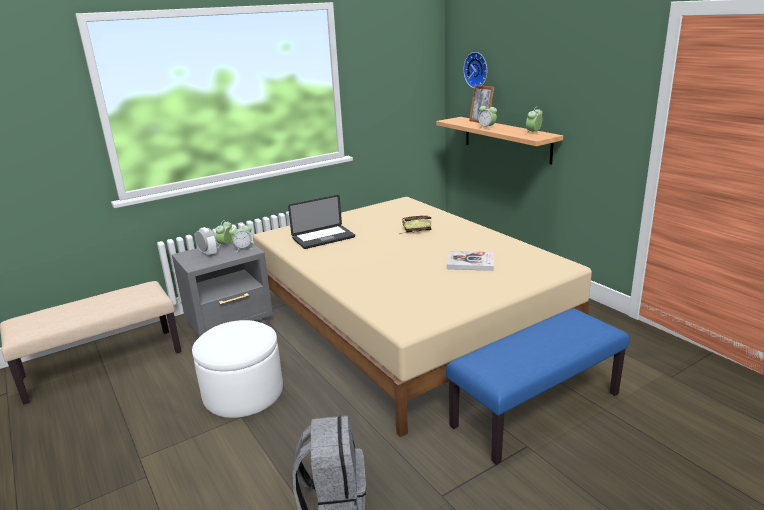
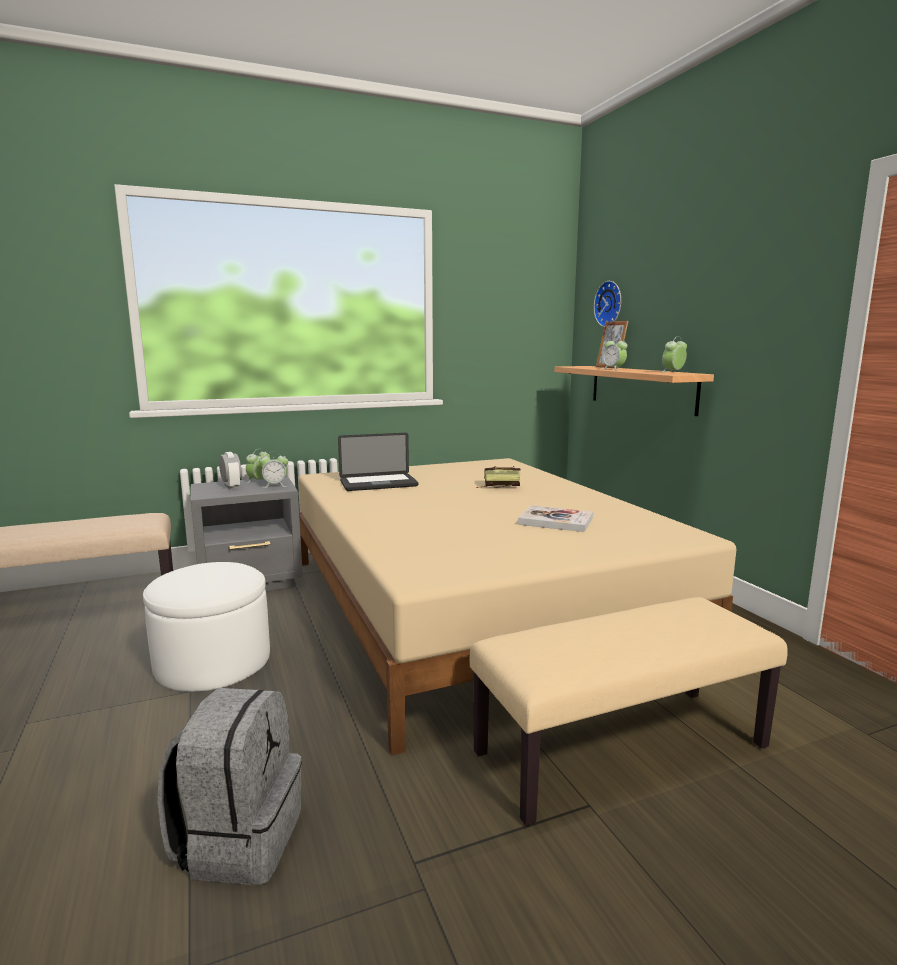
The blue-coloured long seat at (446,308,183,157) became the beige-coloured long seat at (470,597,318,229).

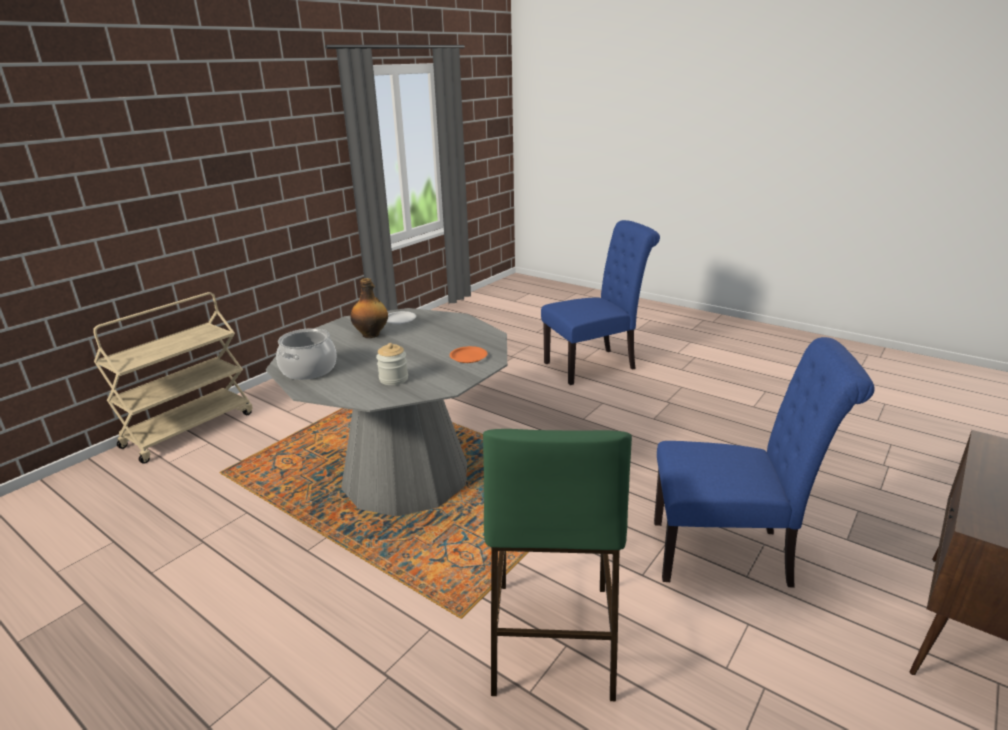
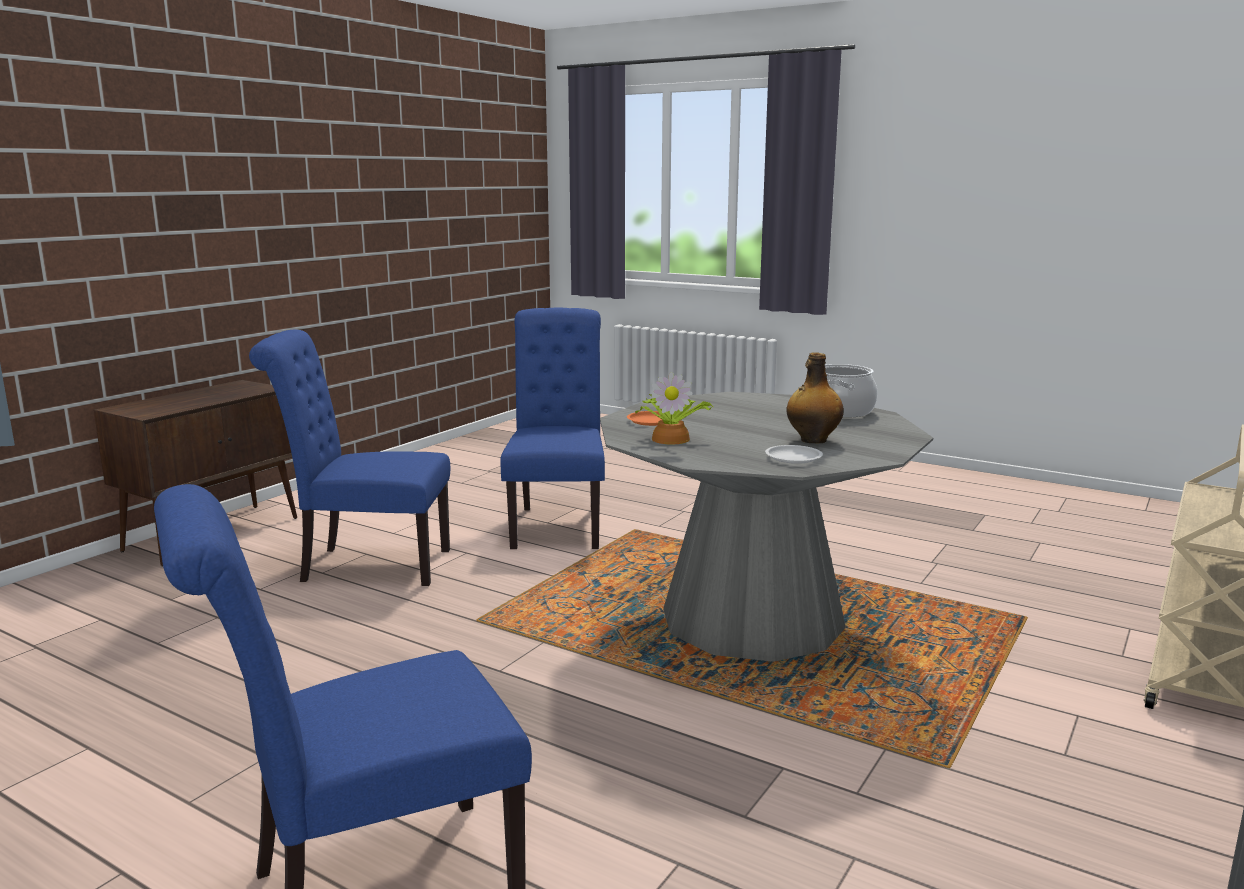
The jar at (376,343,32,42) disappeared. The green-coloured sitting stool at (483,429,149,272) was replaced by the blue-coloured chair at (500,308,105,241). The houseplant at (635,372,78,72) appeared.

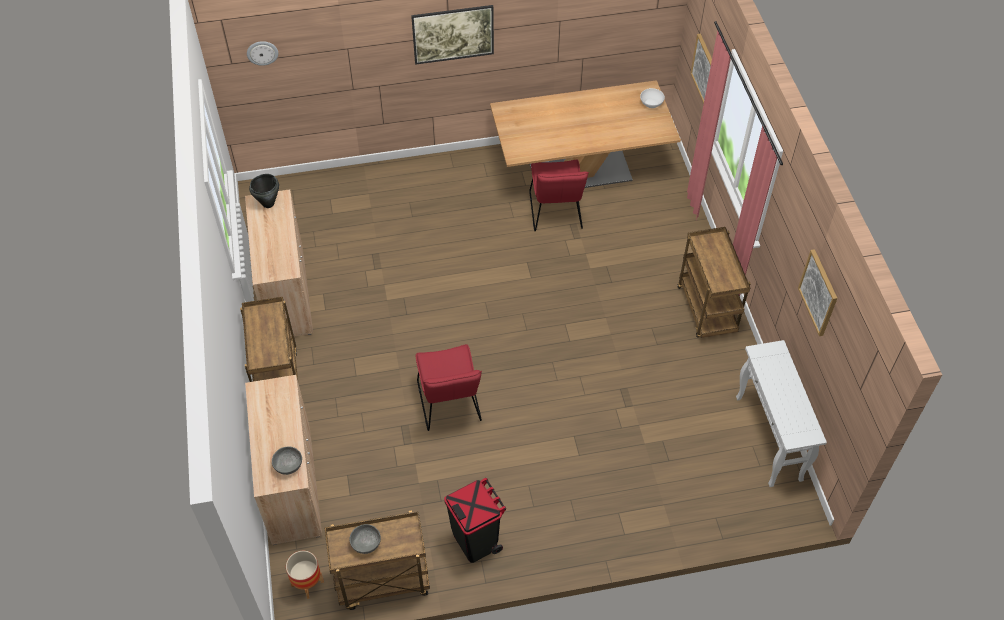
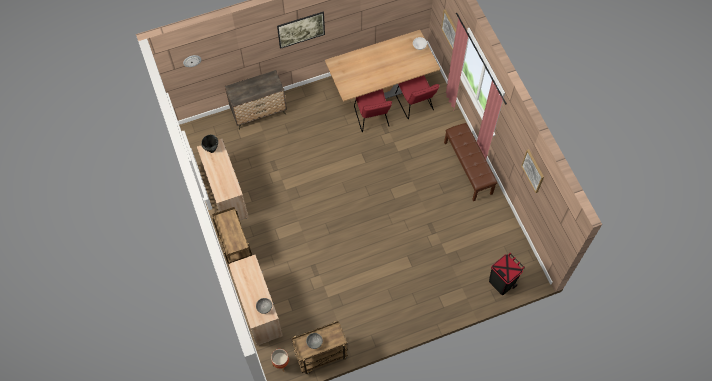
The brown trolley at (677,227,74,111) was replaced by the brown long seat at (444,123,53,78). The whitish hall table at (736,340,91,147) disappeared. The red-coloured chair moved from (416,344,66,87) to (395,75,44,44). The black-coloured trash can moved from (444,478,63,85) to (489,253,36,42). The chest of drawers at (225,70,62,60) appeared.

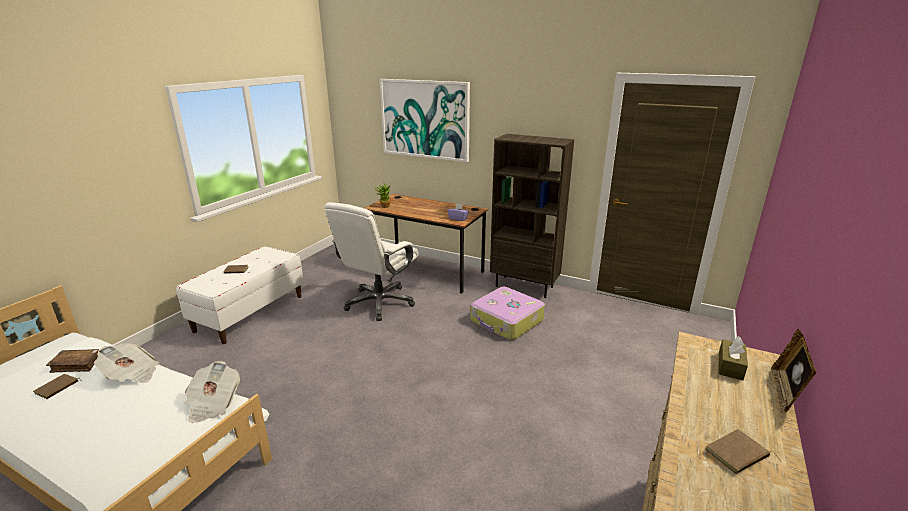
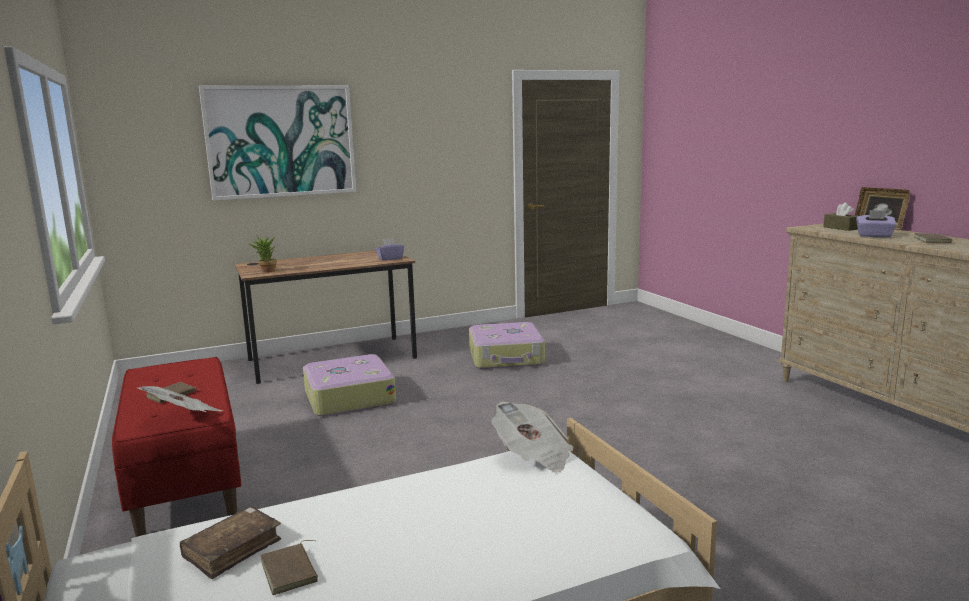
The brown bookcase at (490,134,84,164) disappeared. The whitish computer chair at (325,202,94,119) was replaced by the travel case at (303,354,93,62). The whitish long seat at (176,246,128,98) became the red-coloured long seat at (112,357,129,180). The daily paper moved from (94,343,65,40) to (138,386,86,26). The purple tissue box at (856,210,40,27) appeared.

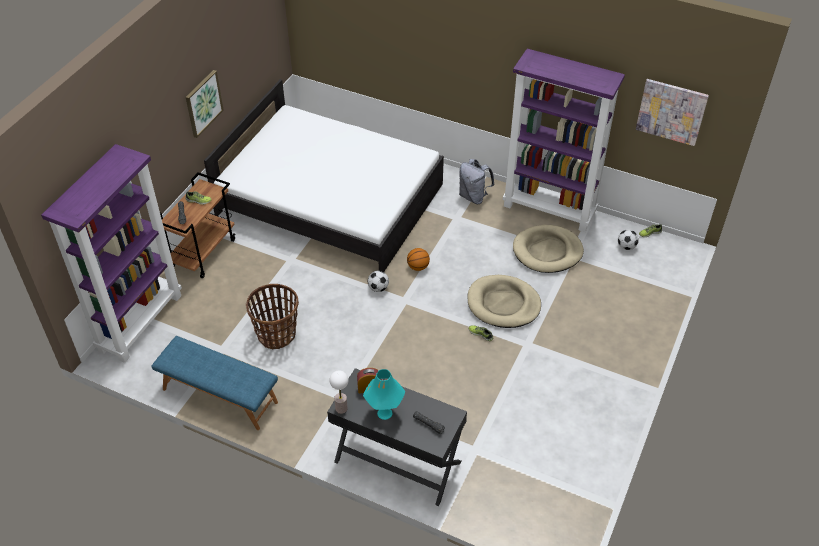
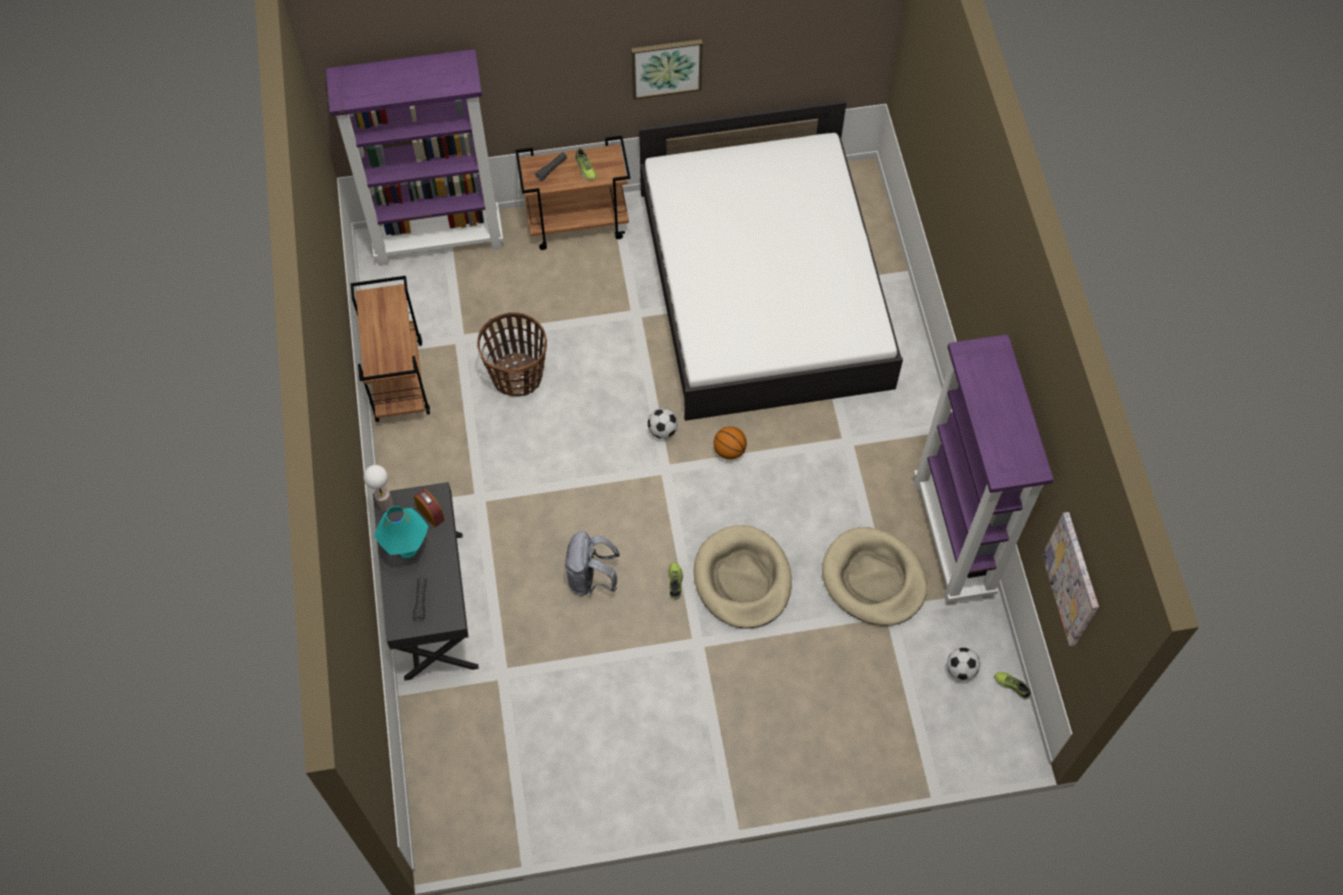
The gray backpack moved from (459,159,36,45) to (564,531,56,65). The blue-coloured long seat at (151,336,127,94) was replaced by the brown trolley at (350,276,80,146).

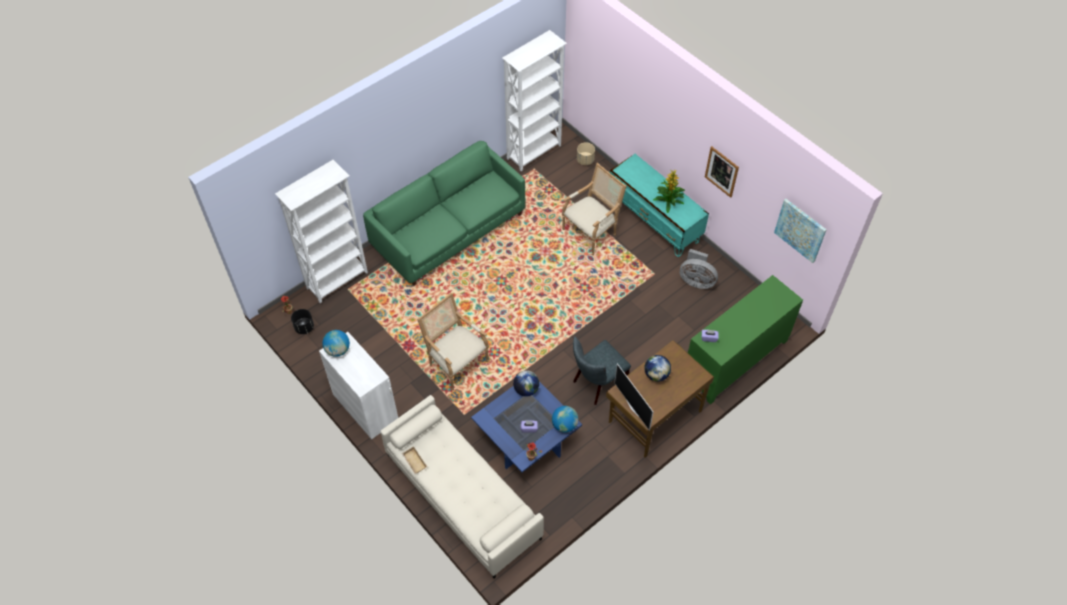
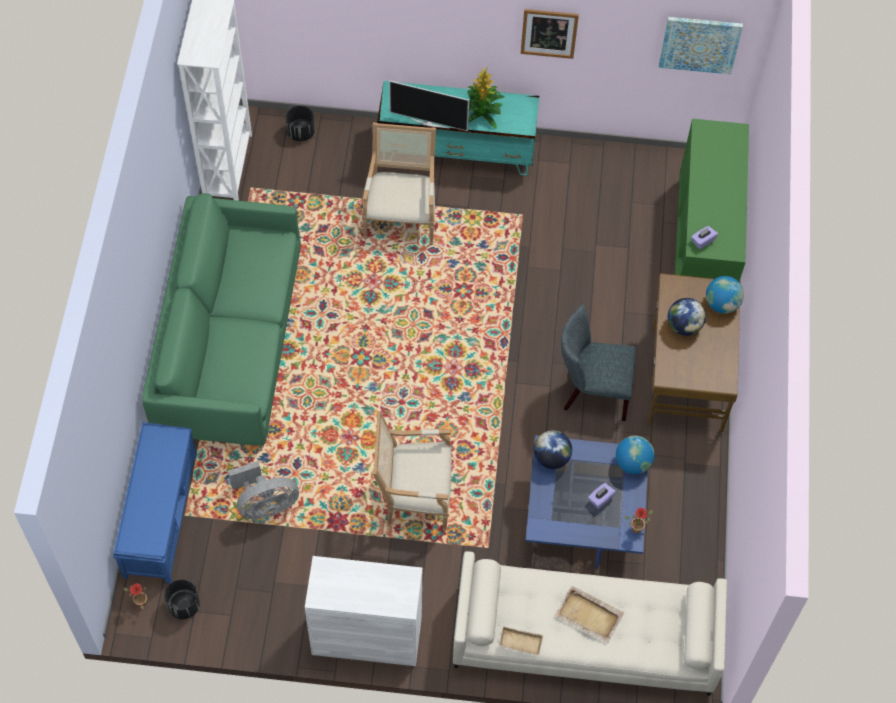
The beige-coloured plant pot at (577,142,18,23) became the black-coloured plant pot at (286,106,29,35). The whitish bookcase at (275,160,93,143) was replaced by the blue-coloured long seat at (113,422,84,161). The gray fan moved from (680,249,38,40) to (228,461,71,58). The world globe moved from (322,330,28,27) to (706,276,38,38). The gray chair at (573,337,58,68) turned 90 degrees clockwise. The television moved from (614,363,39,68) to (389,80,80,51). The beige-coloured carrying tray at (555,586,69,57) appeared.

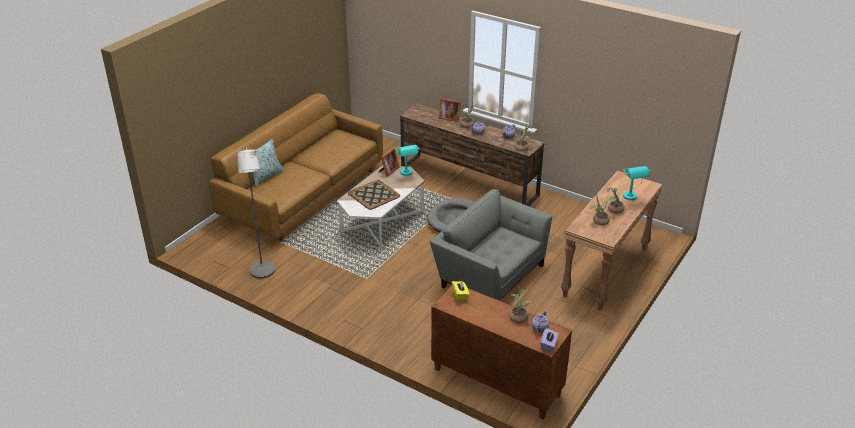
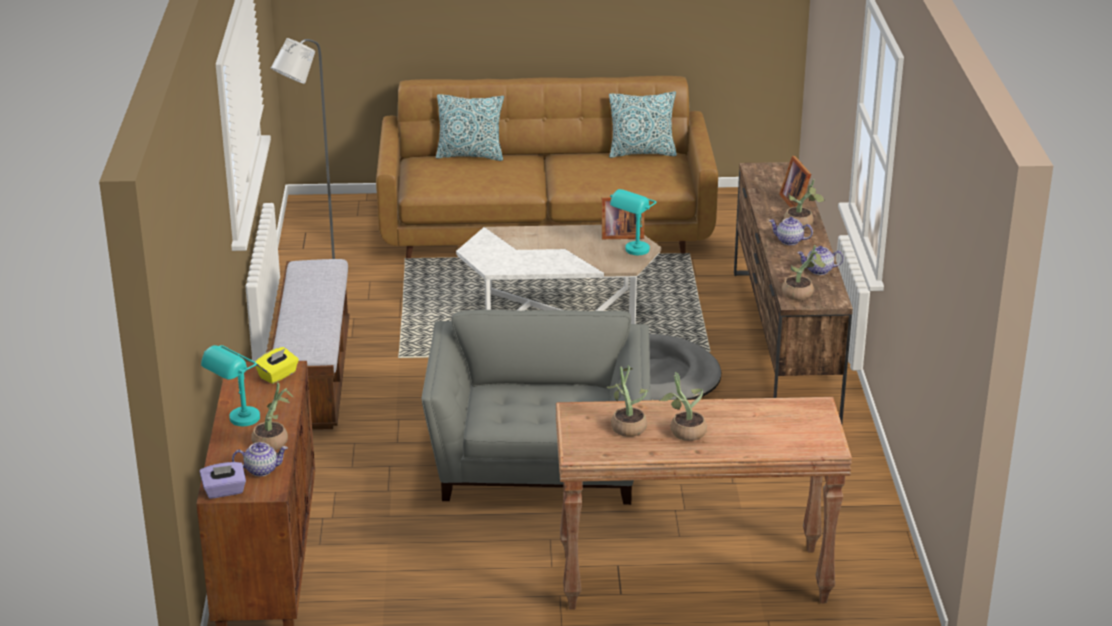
The turquoise-coloured lamp for a table moved from (623,166,28,34) to (201,345,59,81). The carrying tray at (348,180,52,30) disappeared. The pillow at (609,91,68,67) appeared. The long seat at (271,259,79,171) appeared.

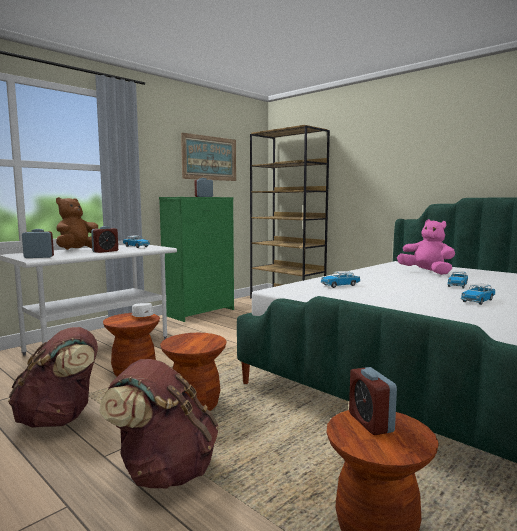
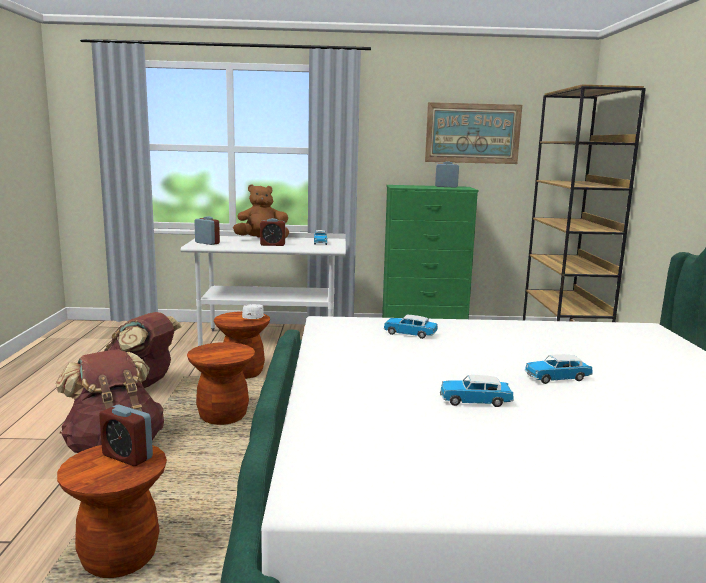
The pink plush toy at (397,219,58,56) disappeared. The table clock at (349,367,48,68) turned 90 degrees counterclockwise.

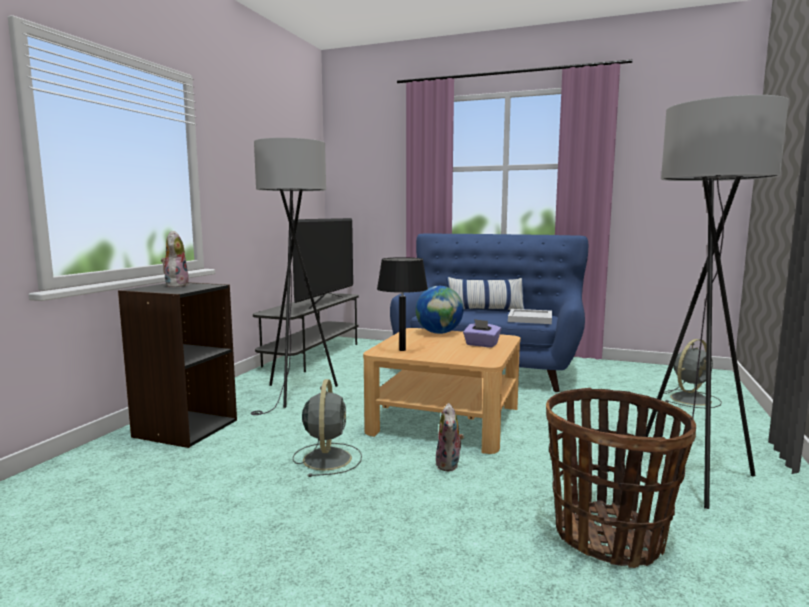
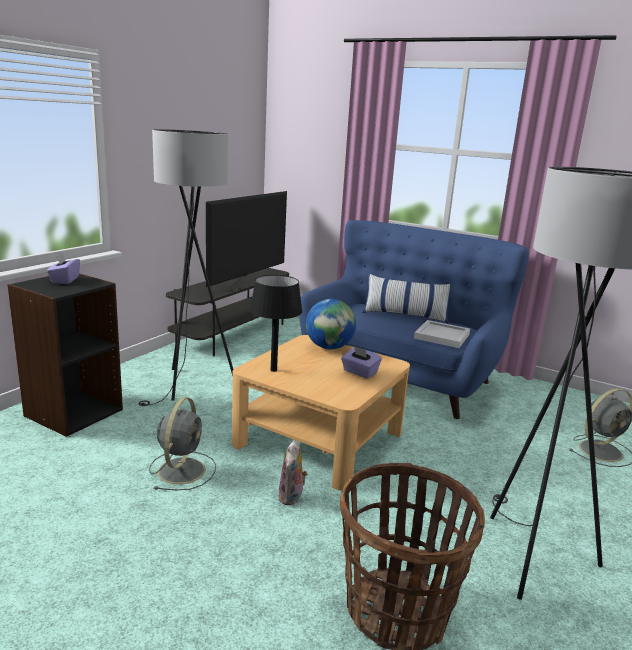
The plush toy at (161,231,28,56) was replaced by the purple tissue box at (47,253,33,31).

